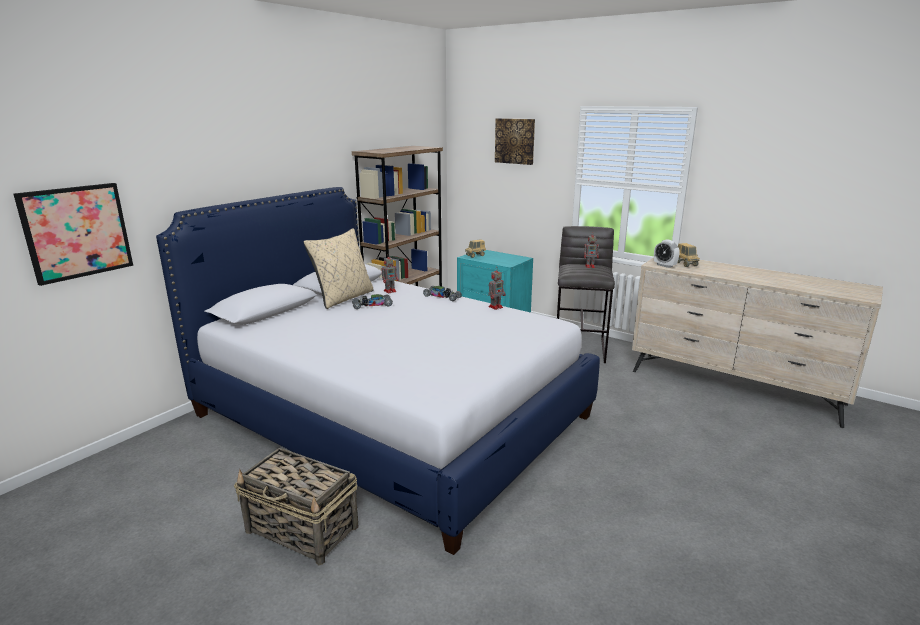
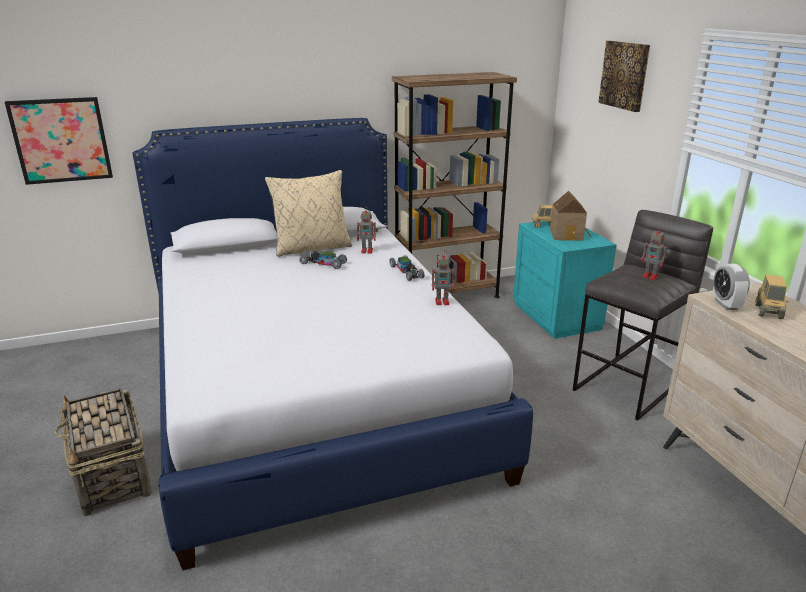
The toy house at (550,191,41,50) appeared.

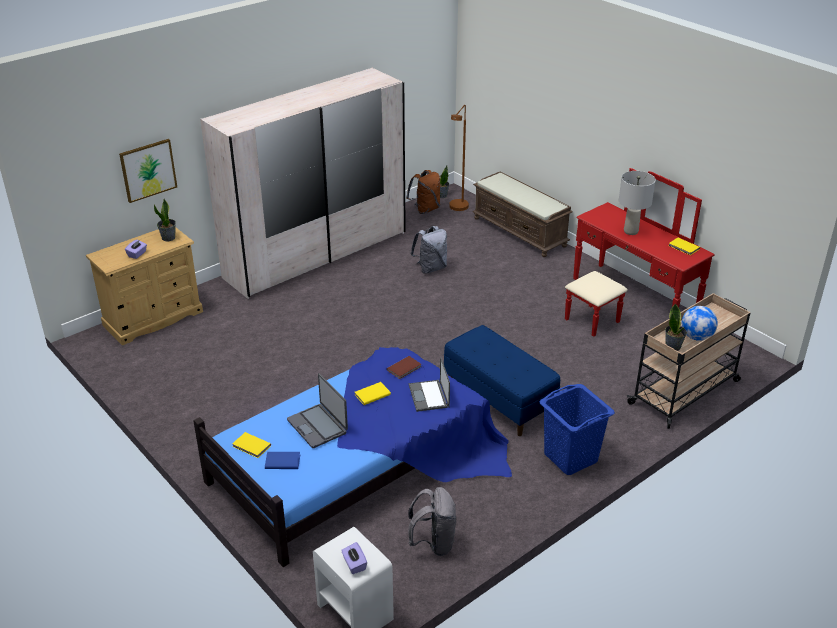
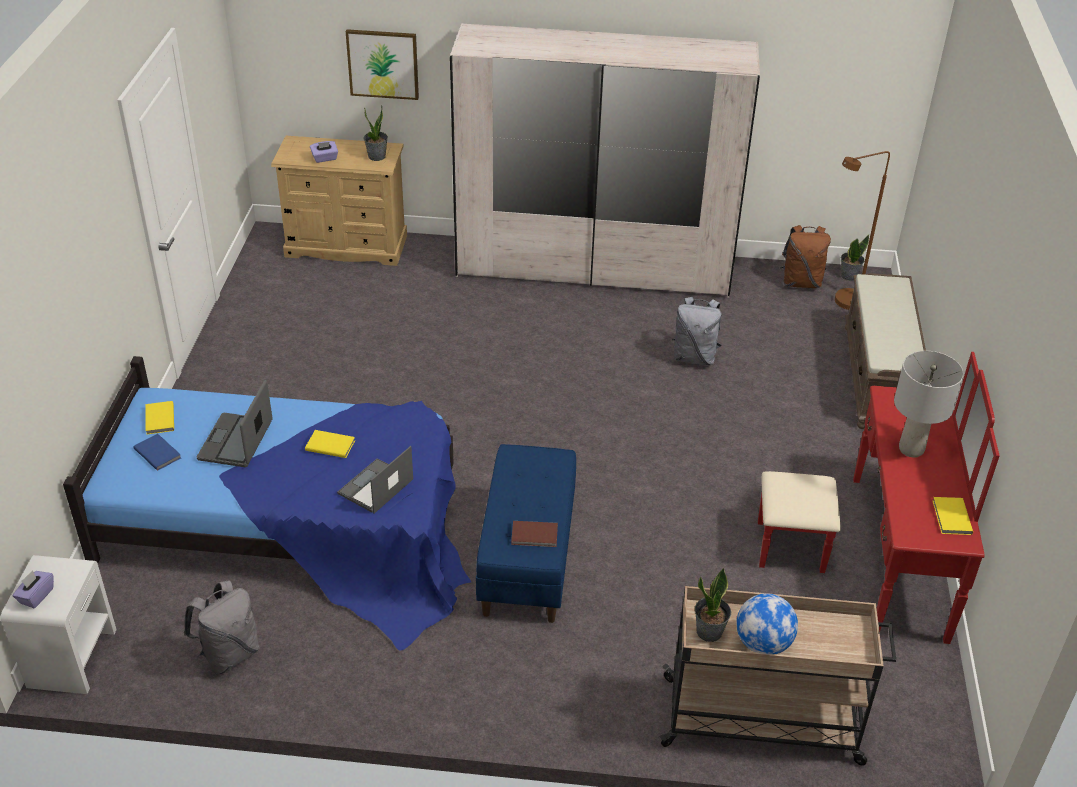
The brown bound book moved from (387,356,34,23) to (511,521,47,26). The blue-coloured laundry basket at (539,384,76,91) disappeared.

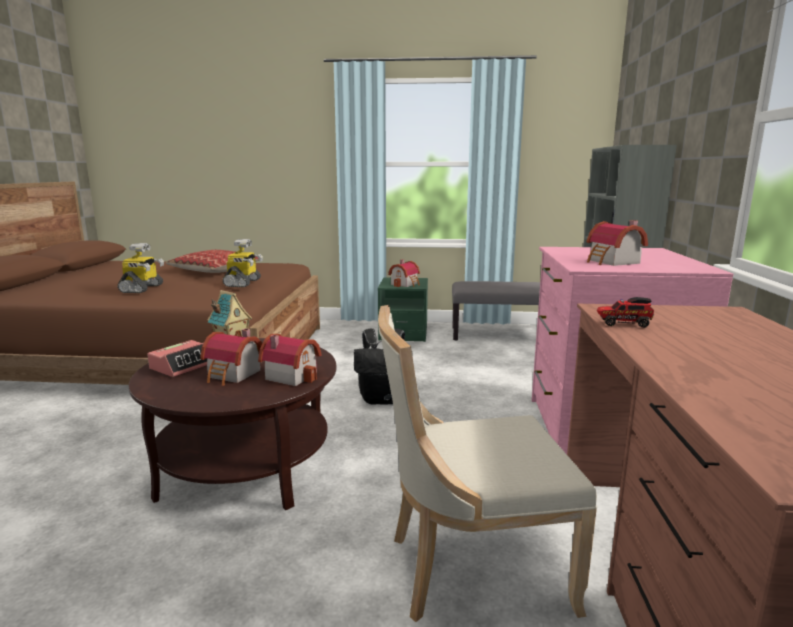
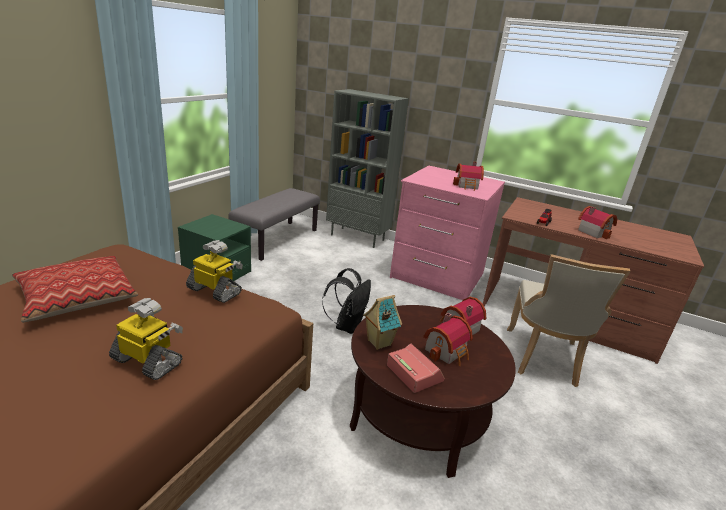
The toy house moved from (388,259,32,28) to (578,206,39,33).

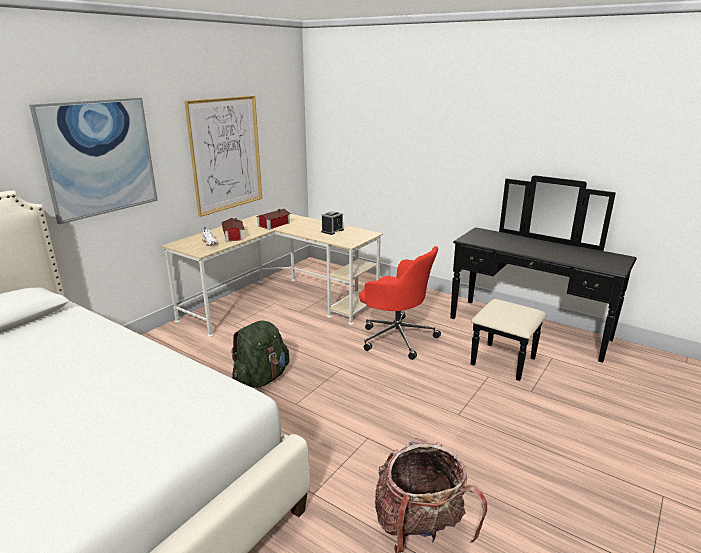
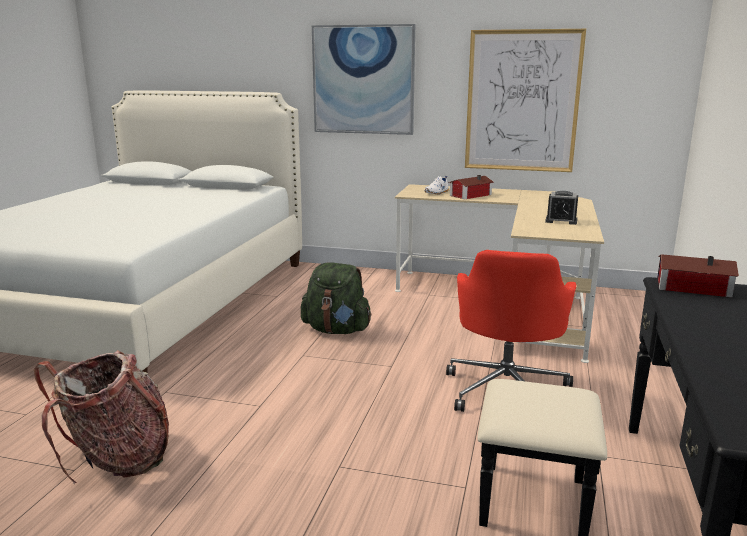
The toy house moved from (256,209,35,21) to (657,254,82,44).

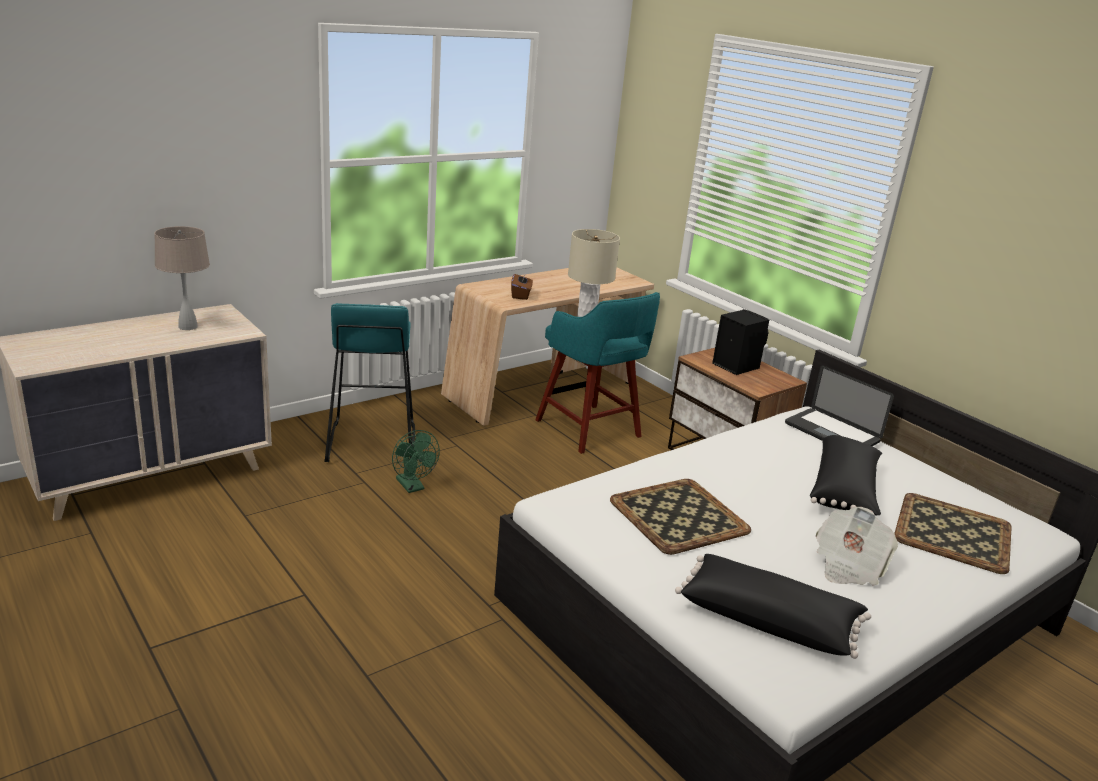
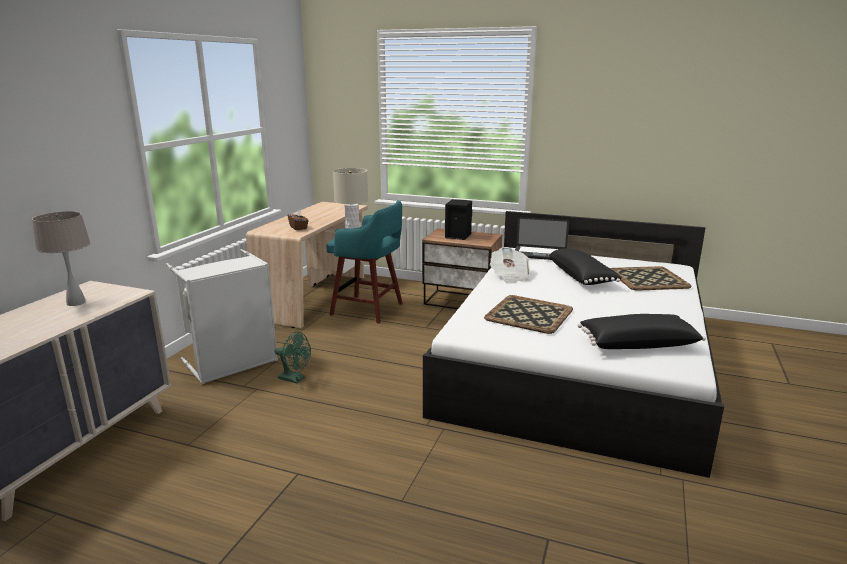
The turquoise-coloured sitting stool at (324,303,91,159) was replaced by the gray laundry basket at (166,249,112,135). The daily paper moved from (815,507,83,79) to (490,247,40,37).

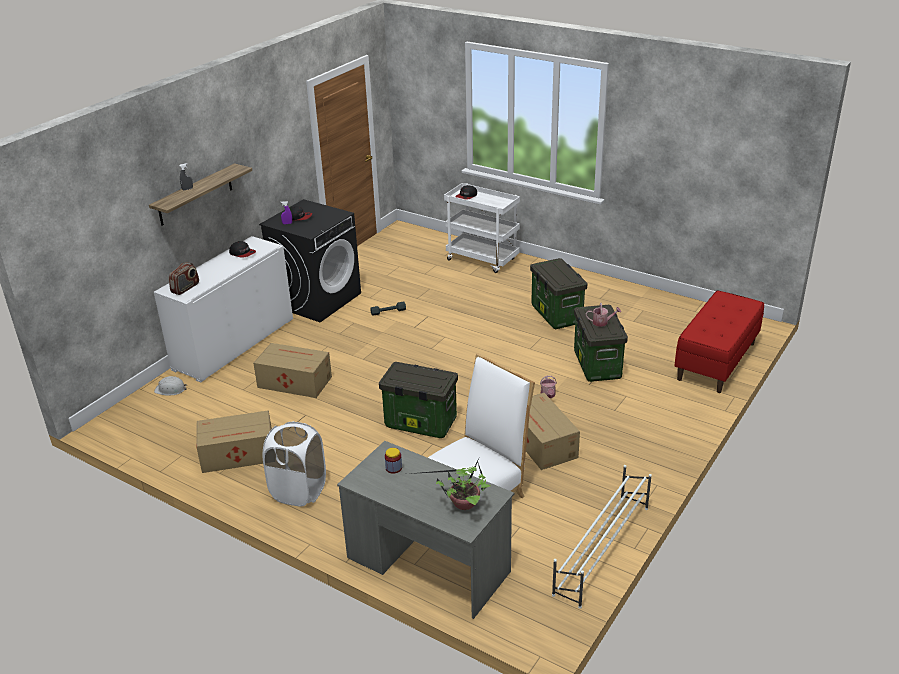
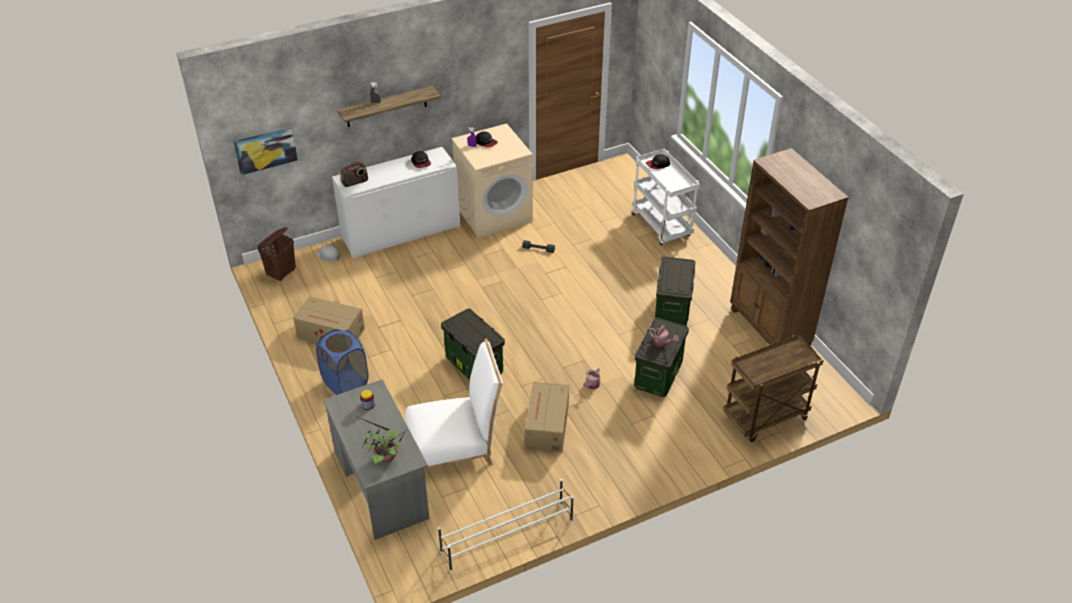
The black-coloured washing machine at (259,199,102,123) became the beige-coloured washing machine at (451,123,82,115). The red-coloured long seat at (674,290,90,103) was replaced by the brown trolley at (723,334,101,108). The packing box at (253,343,79,55) disappeared. The whitish laundry basket at (263,421,63,86) became the blue-coloured laundry basket at (316,329,53,66). The wall picture at (233,127,65,48) appeared. The brown bookcase at (730,148,119,198) appeared. The brown laundry basket at (257,227,39,54) appeared.

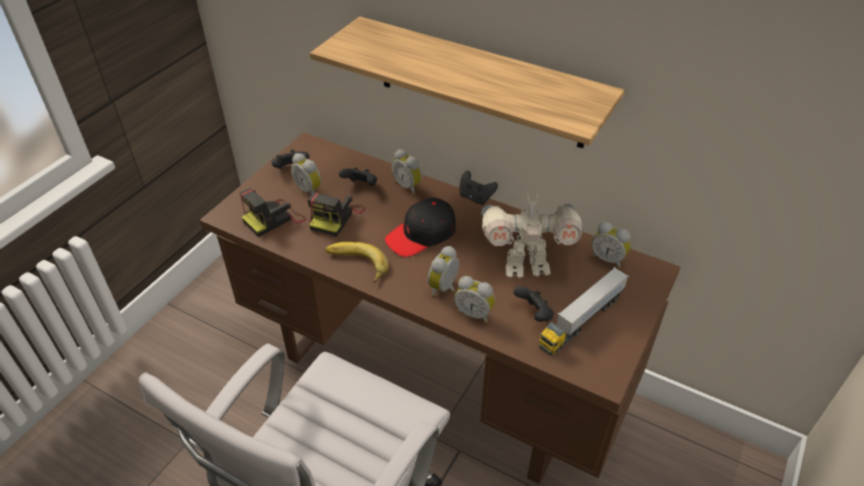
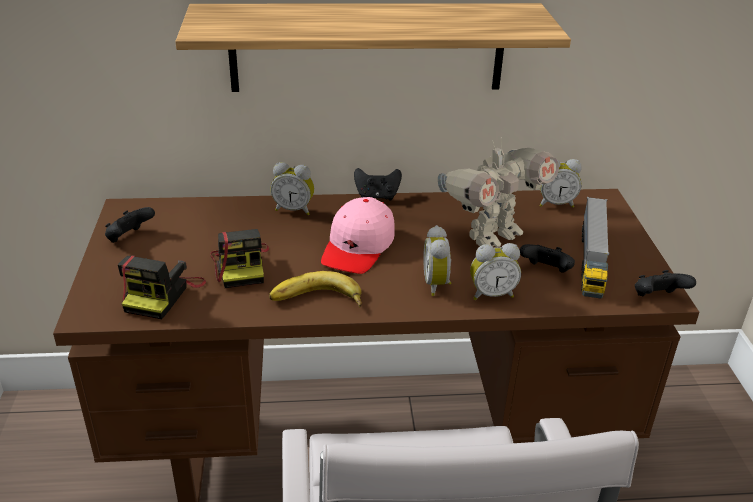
The table clock at (291,153,30,42) disappeared. The black-coloured gamepad moved from (339,167,38,19) to (635,270,61,26). The black-coloured peaked cap at (385,198,71,59) became the pink peaked cap at (321,197,74,77).

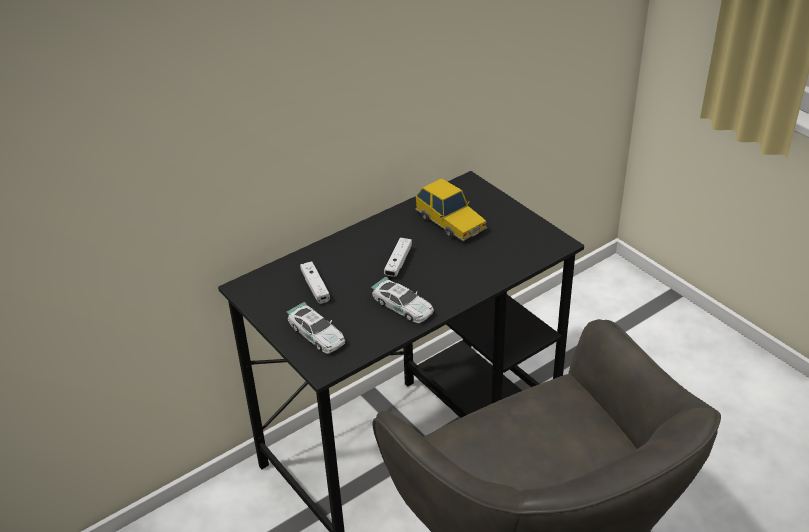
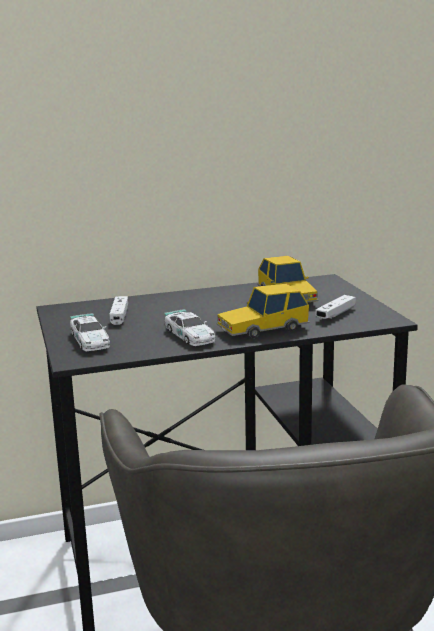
The whitish gamepad moved from (384,238,28,39) to (315,295,41,24). The toy car at (216,284,94,54) appeared.

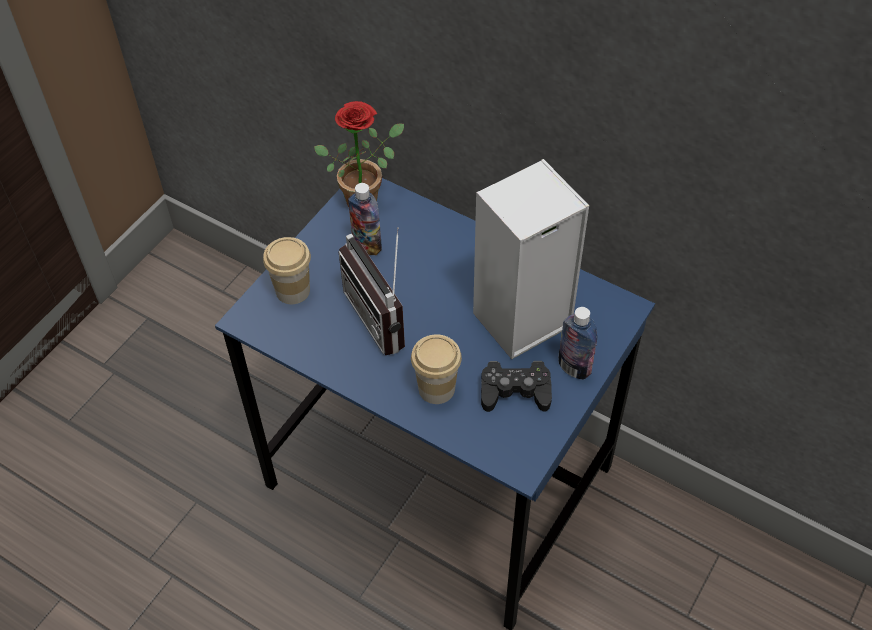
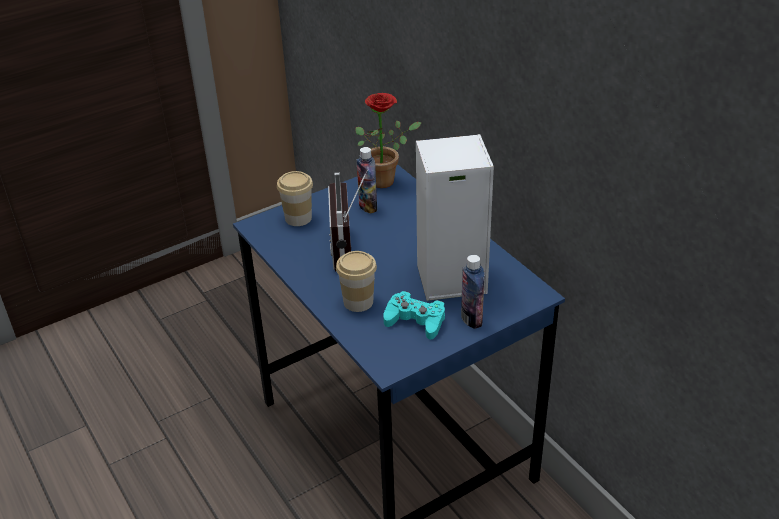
The black-coloured gamepad at (481,361,71,51) became the turquoise-coloured gamepad at (383,291,62,49).

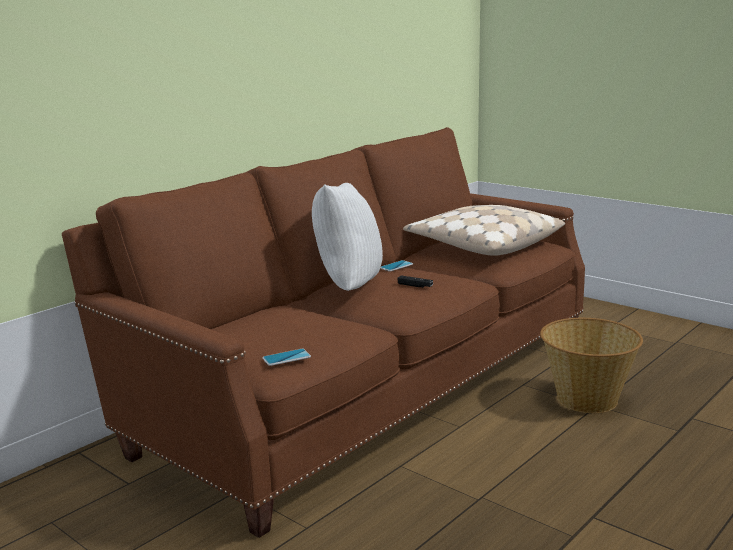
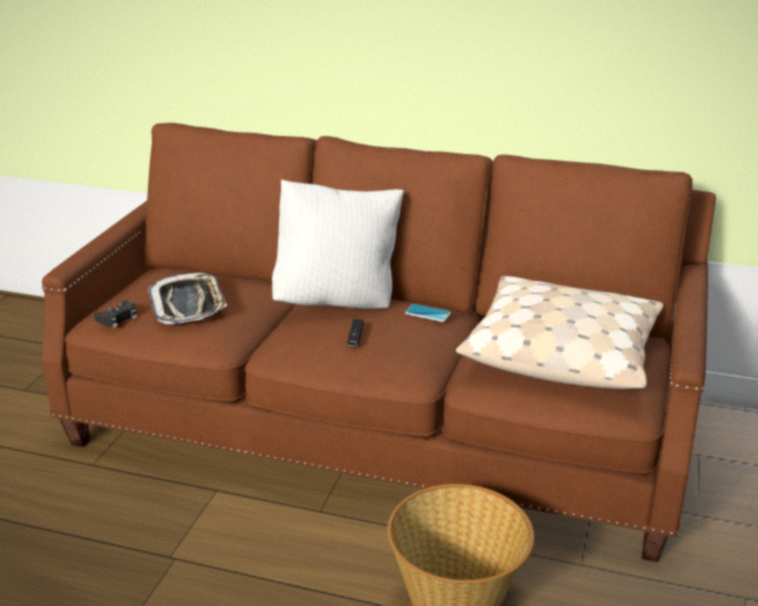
The phone at (262,349,49,17) was replaced by the black-coloured gamepad at (94,301,43,27). The carrying tray at (148,272,79,52) appeared.

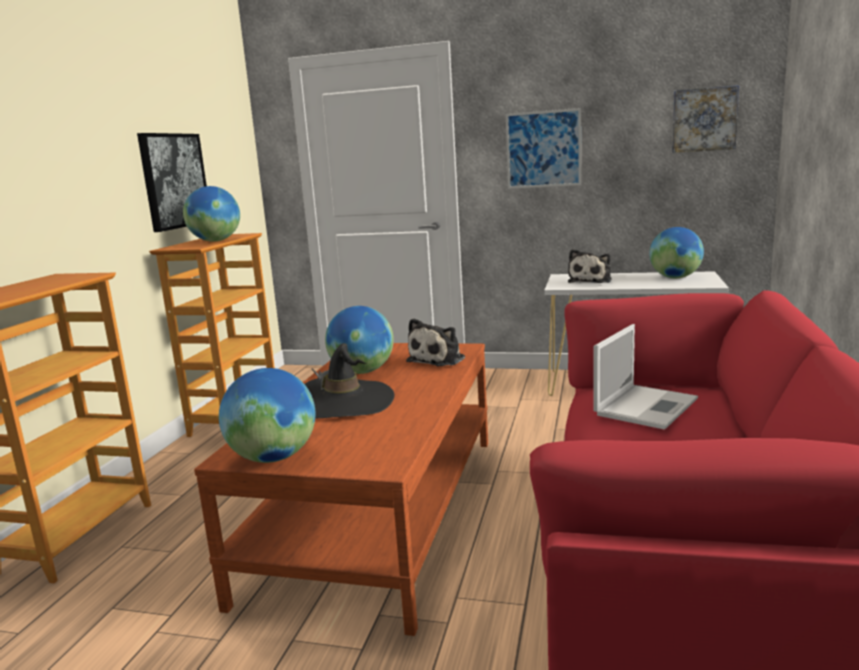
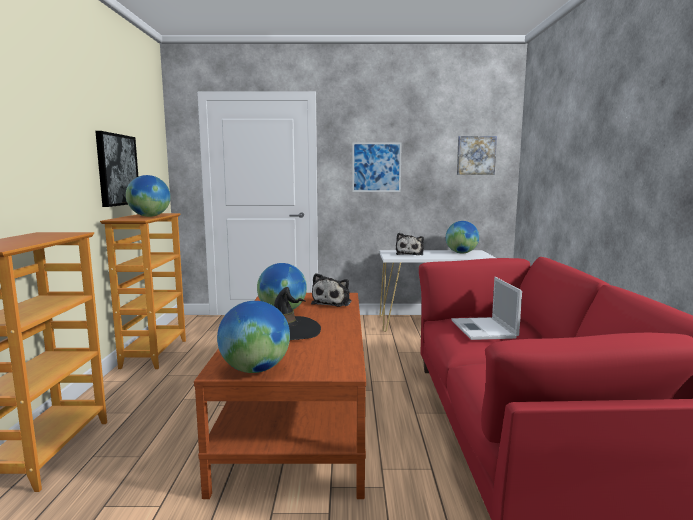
The laptop at (593,324,105,106) turned 150 degrees clockwise.

